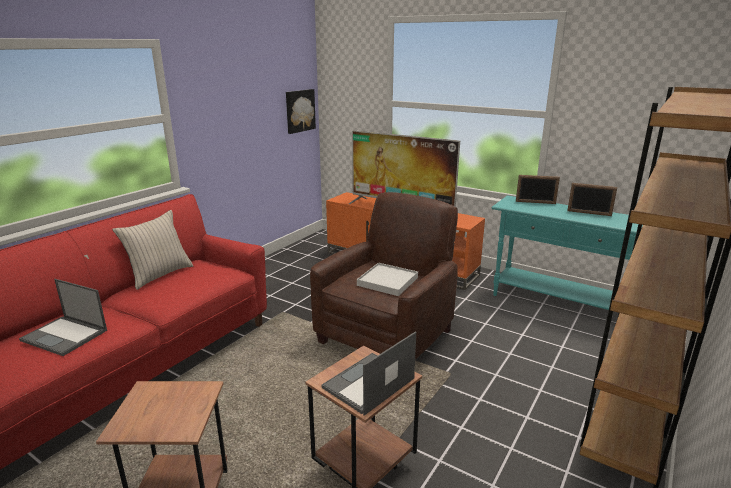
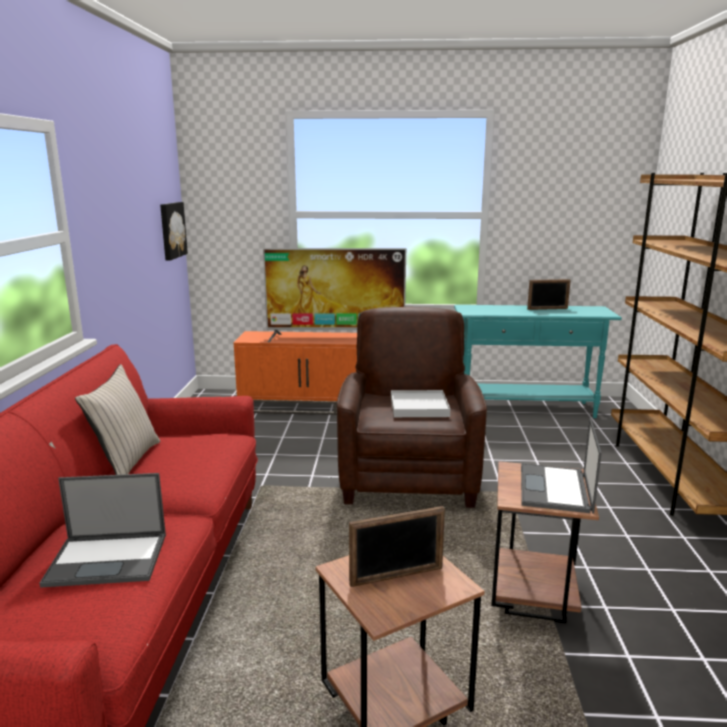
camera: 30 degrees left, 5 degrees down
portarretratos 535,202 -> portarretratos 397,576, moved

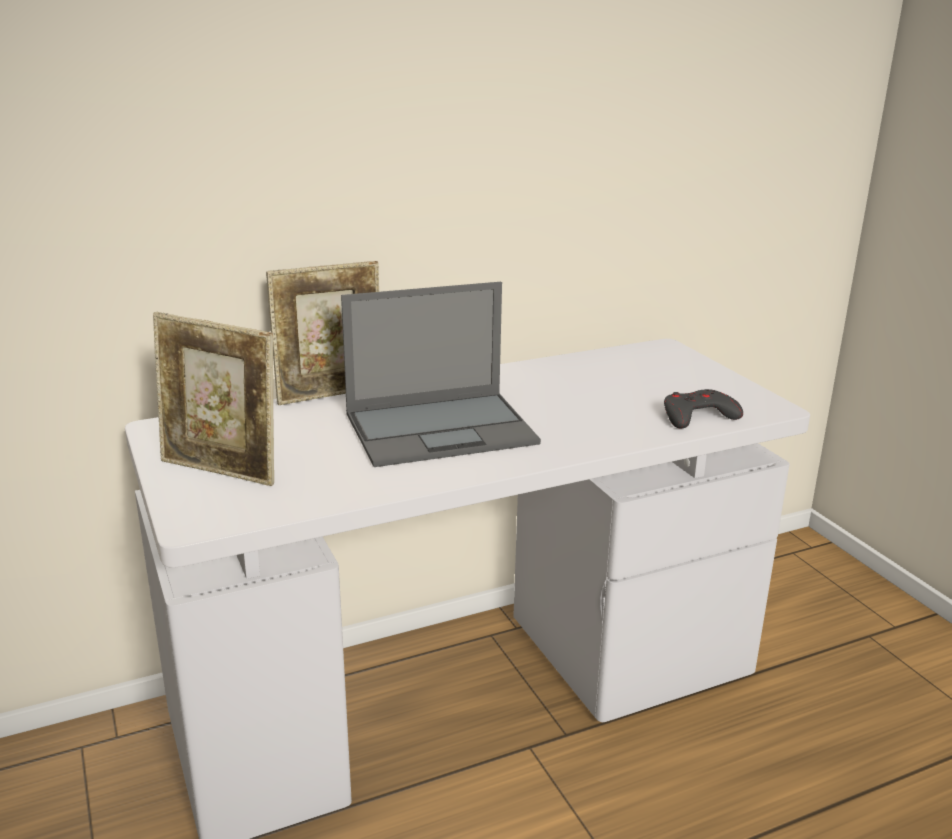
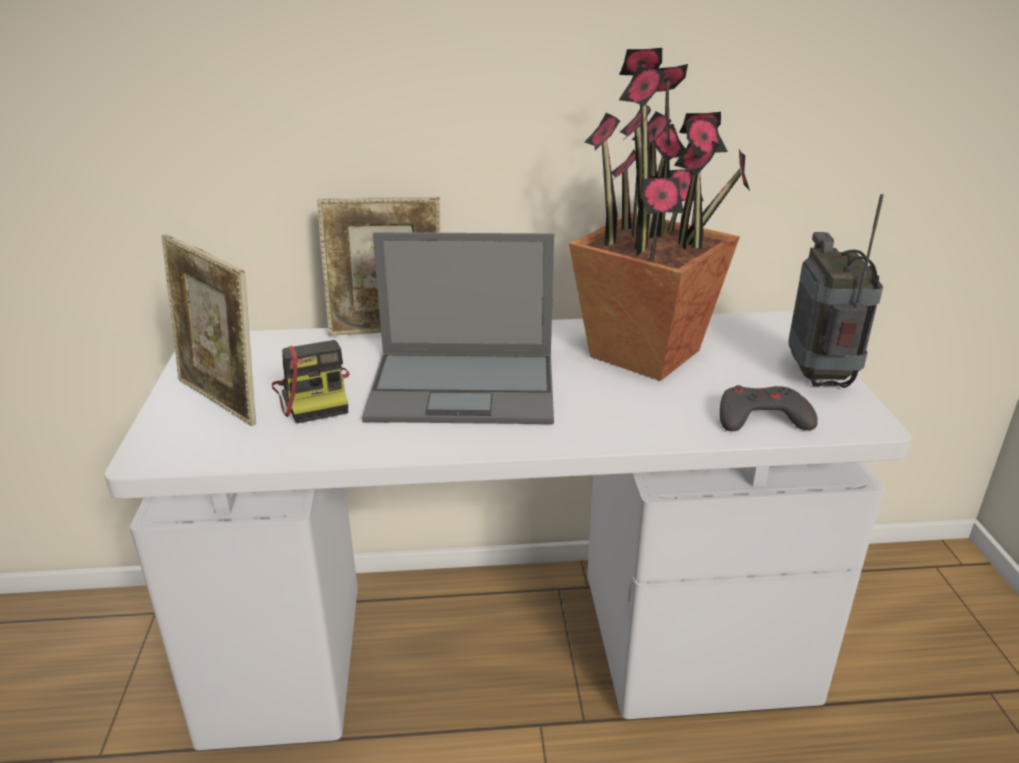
camera: 20 degrees right, 5 degrees up
none -> cámara 315,396
none -> planta en maceta 646,353
none -> radio 819,377

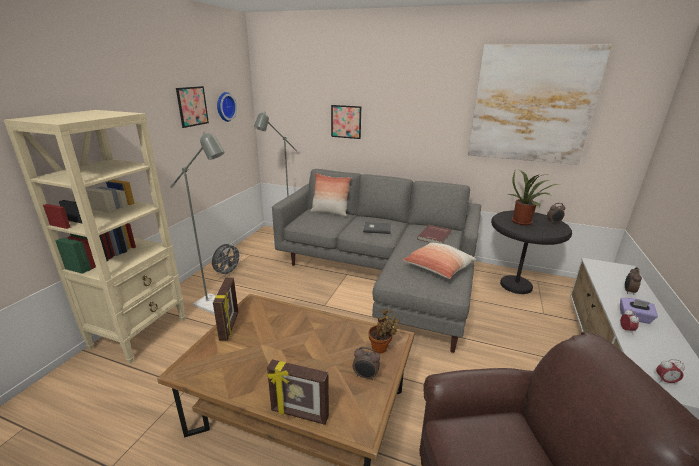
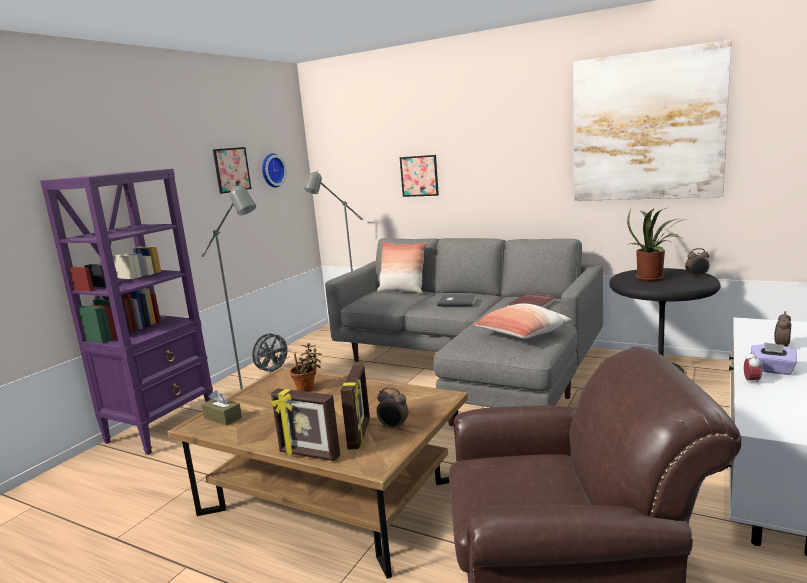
camera: 10 degrees right, 10 degrees down
estantería [beis] 140,332 -> estantería [morado] 162,428
portarretratos 230,326 -> portarretratos 360,434, moved
planta en maceta 381,348 -> planta en maceta 307,388, moved
despertador 665,381 -> none
none -> caja de pañuelos [marrón] 223,418

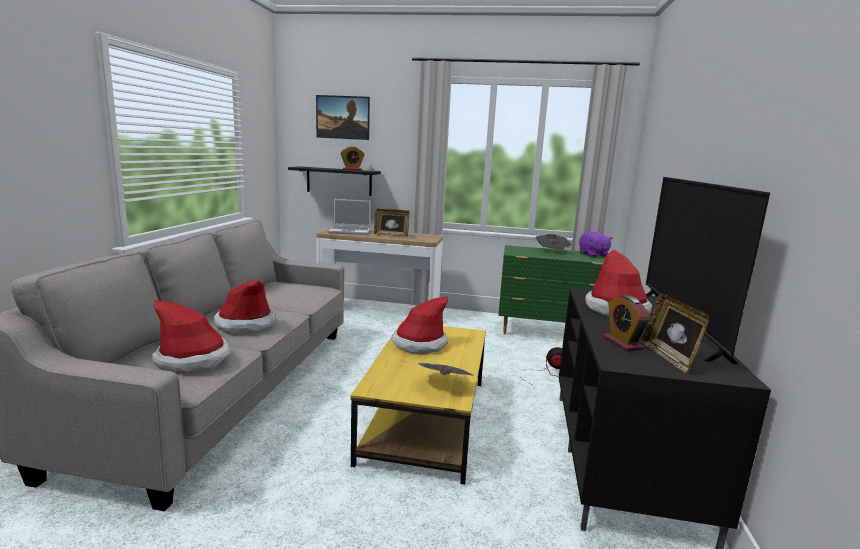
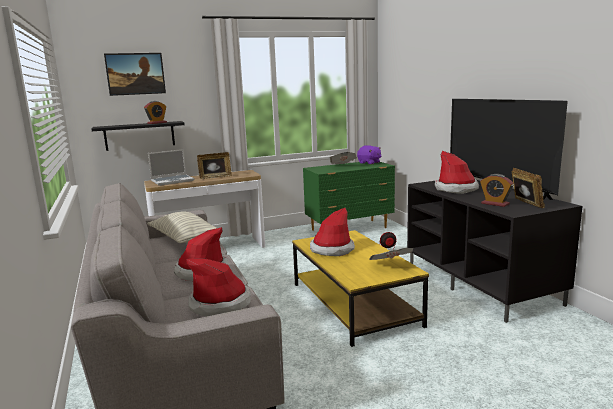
camera: 30 degrees left, 0 degrees up
portarretratos 669,357 -> portarretratos 525,204, 150 degrees counterclockwise
none -> cojín 184,239

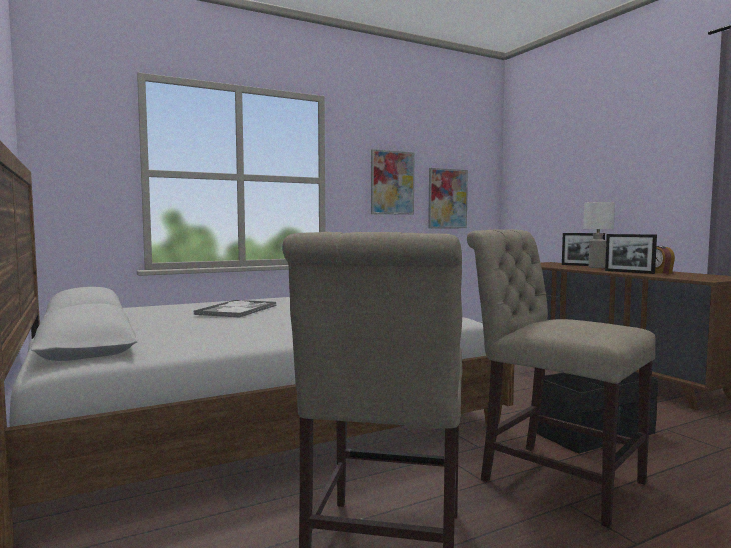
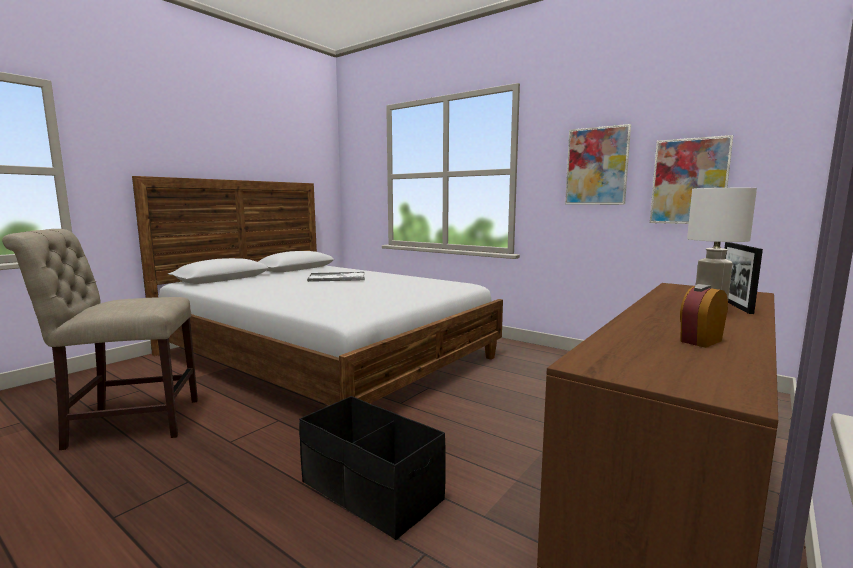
camera: 65 degrees right, 5 degrees up
silla [beis] 553,477 -> none
portarretratos 629,272 -> none

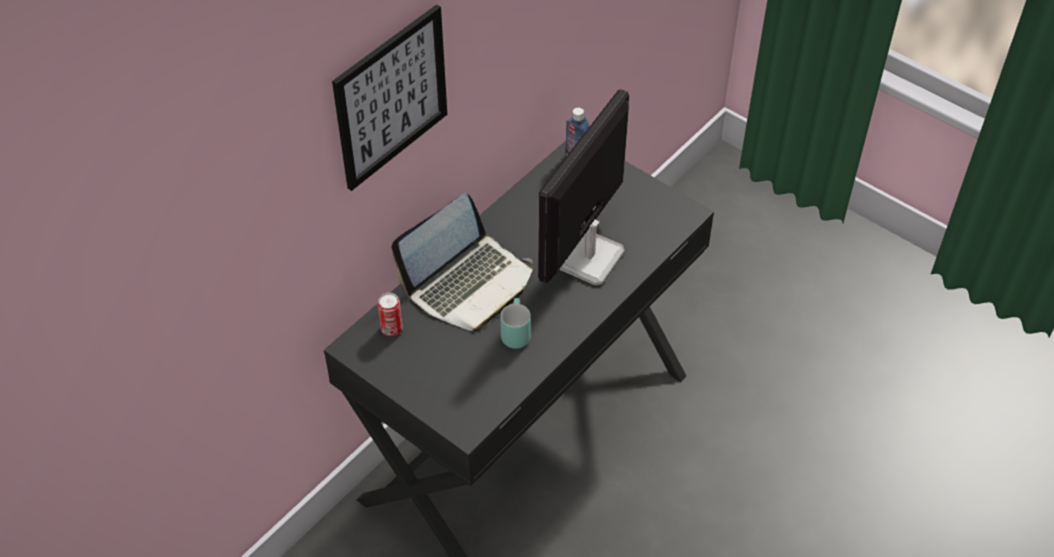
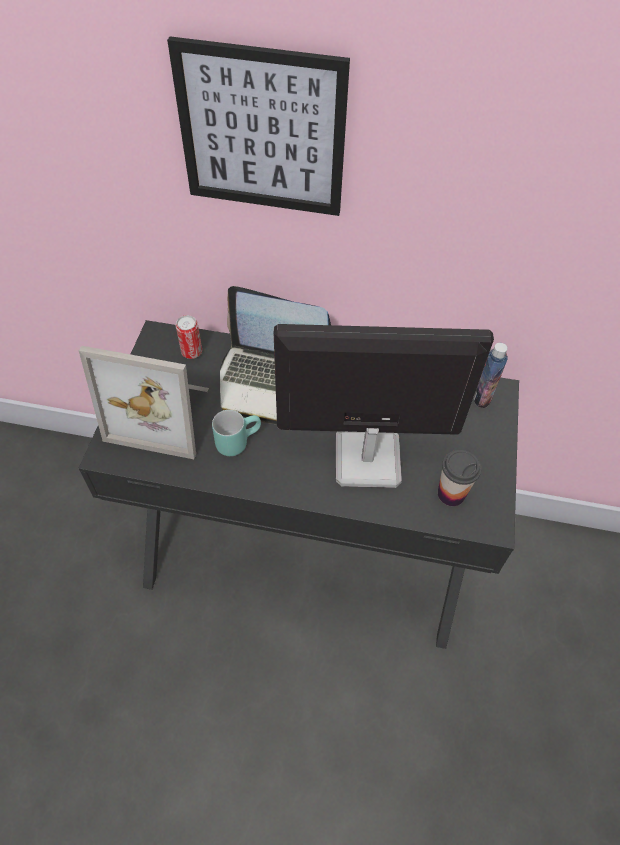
camera: 60 degrees right, 5 degrees up
none -> portarretratos 163,413
none -> taza 451,494

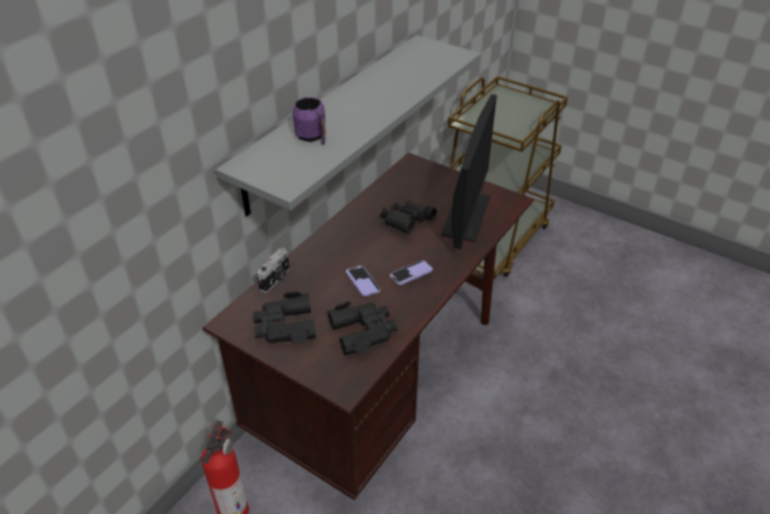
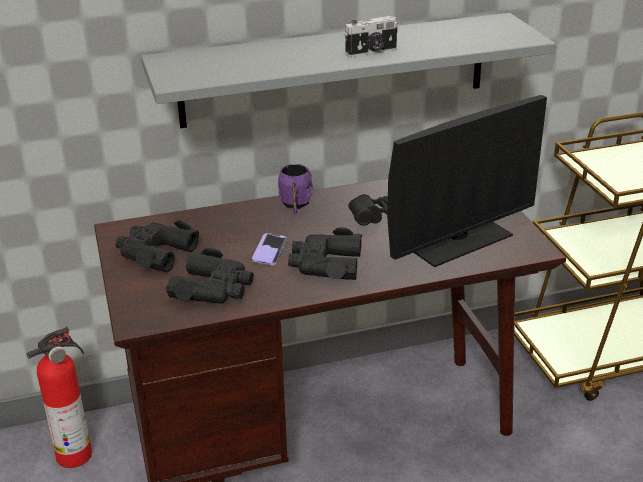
camera: 40 degrees right, 10 degrees down
cámara 276,279 -> cámara 372,52, moved
taza grande [morado] 313,137 -> taza grande [morado] 295,205, moved
móvil 411,273 -> prismáticos [negro] 325,264

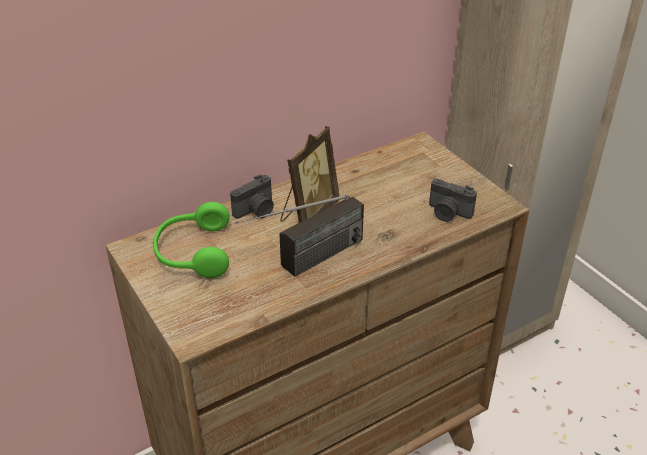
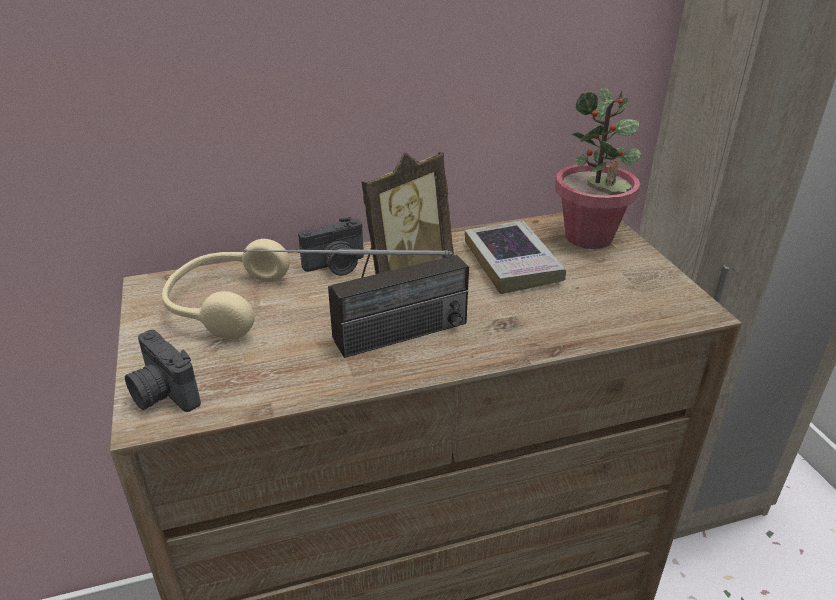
camera: 15 degrees right, 5 degrees down
auriculares [verde] 192,252 -> auriculares [beis] 224,303
cámara 448,213 -> cámara 162,395, moved
none -> libro 512,263
none -> planta en maceta 589,237

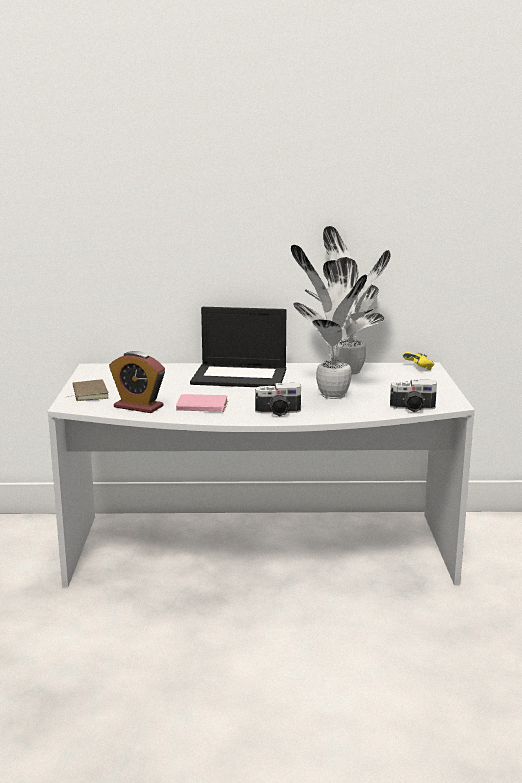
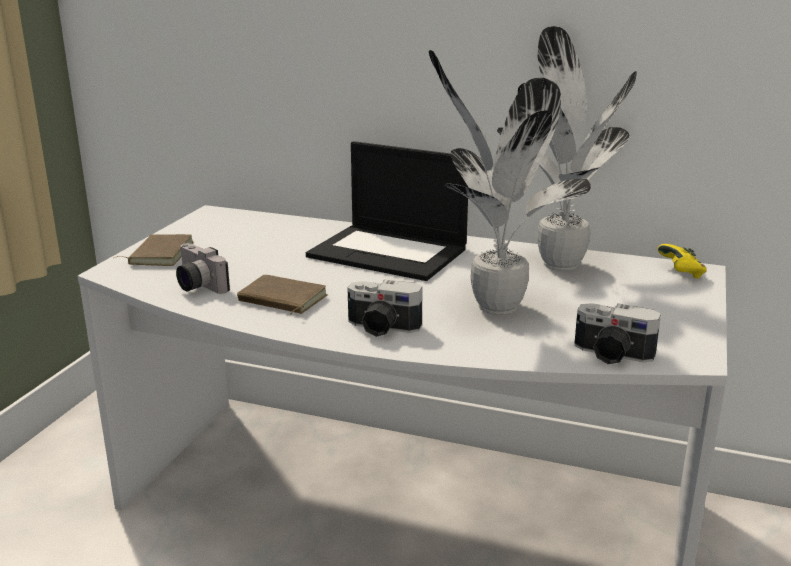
camera: 20 degrees right, 5 degrees up
despertador 138,407 -> cámara 196,286
libro [rosa] 202,407 -> libro [marrón] 281,300

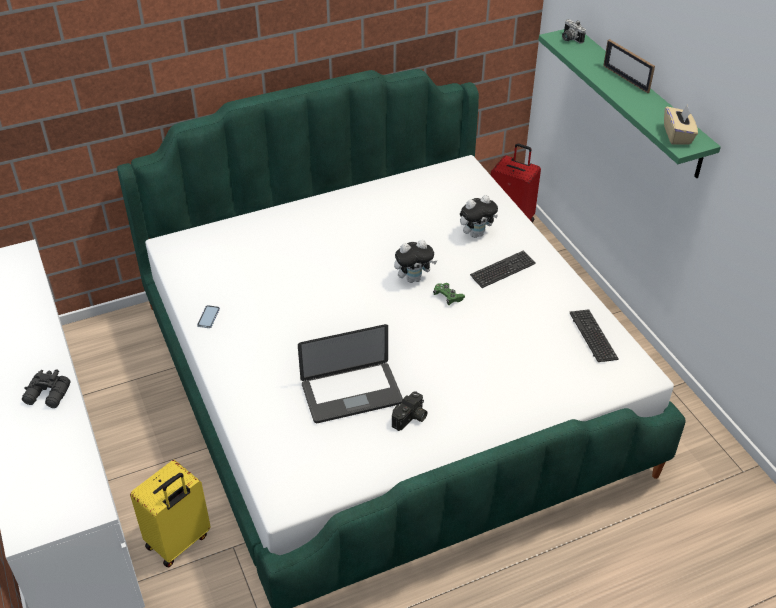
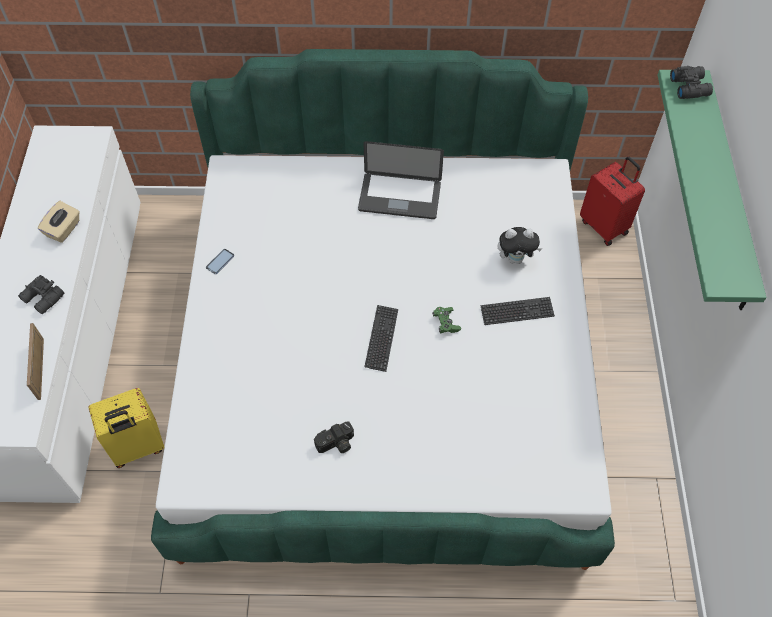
camera: 25 degrees right, 15 degrees up
portátil 351,394 -> portátil 399,197, moved
peluche 413,278 -> none
cámara 569,39 -> prismáticos [negro] 690,86
teclado 593,336 -> teclado 381,338, moved
portarretratos 626,79 -> portarretratos 41,369, moved
caja de pañuelos [beis] 677,136 -> caja de pañuelos [beis] 64,229, moved

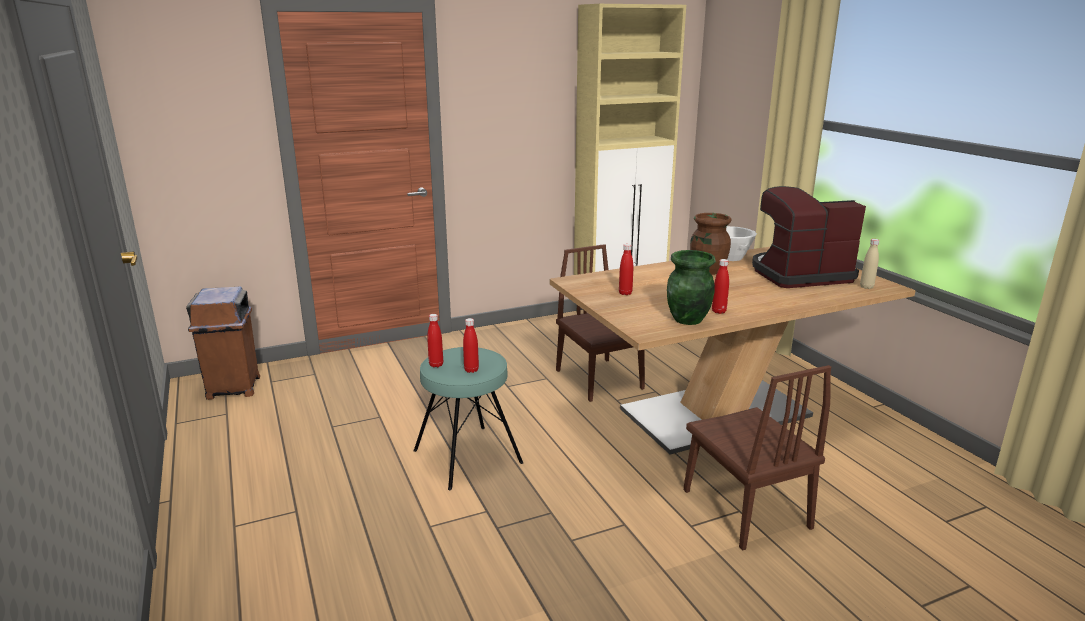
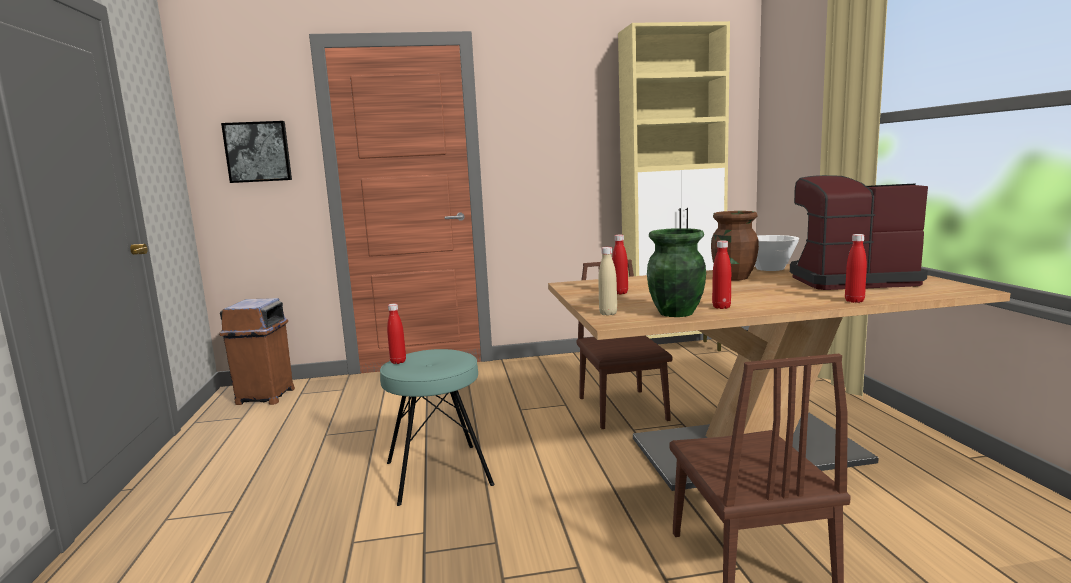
camera: 15 degrees right, 10 degrees down
botella [rojo] 471,370 -> botella [rojo] 854,301, moved
botella [beis] 866,287 -> botella [beis] 608,313, moved
none -> cuadro 258,152

